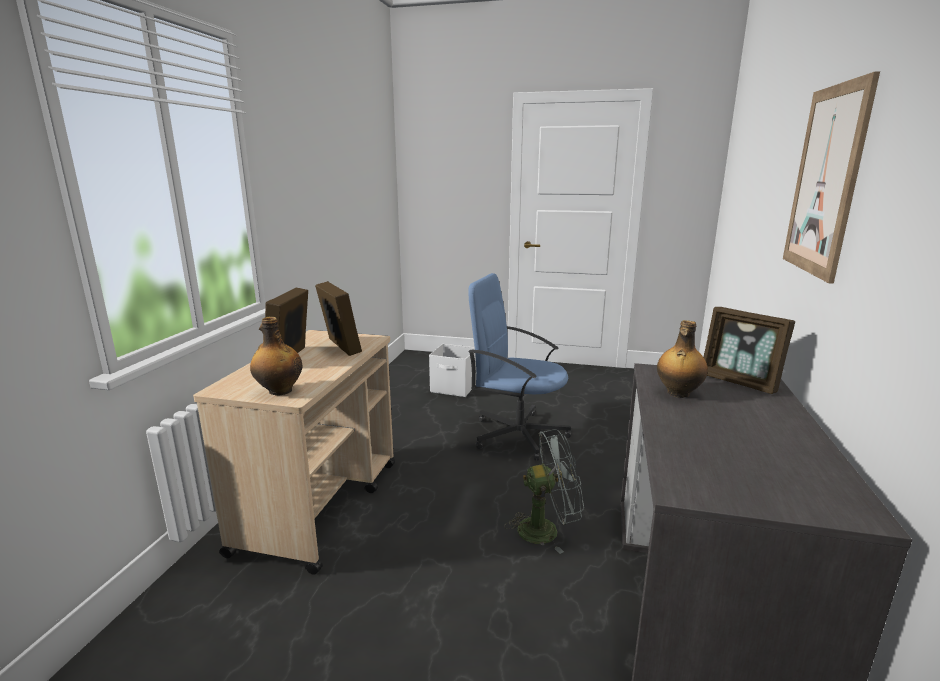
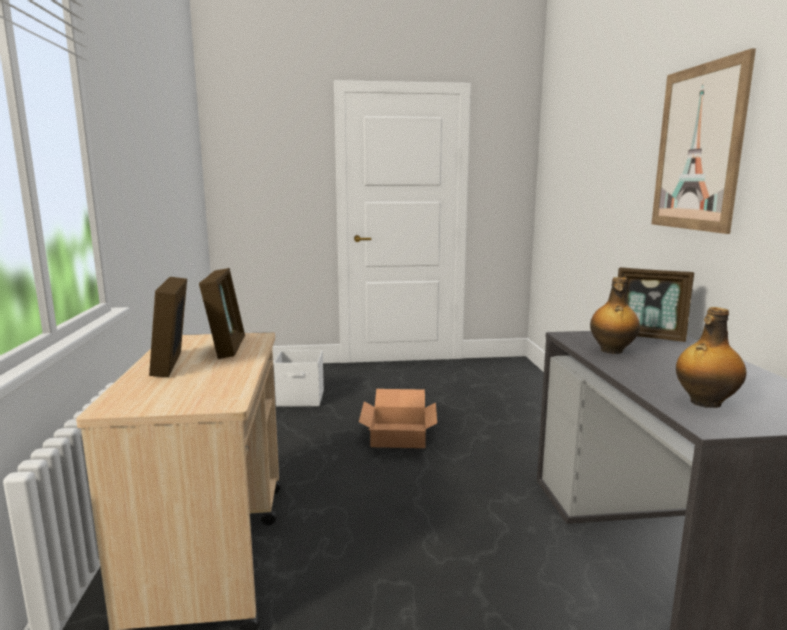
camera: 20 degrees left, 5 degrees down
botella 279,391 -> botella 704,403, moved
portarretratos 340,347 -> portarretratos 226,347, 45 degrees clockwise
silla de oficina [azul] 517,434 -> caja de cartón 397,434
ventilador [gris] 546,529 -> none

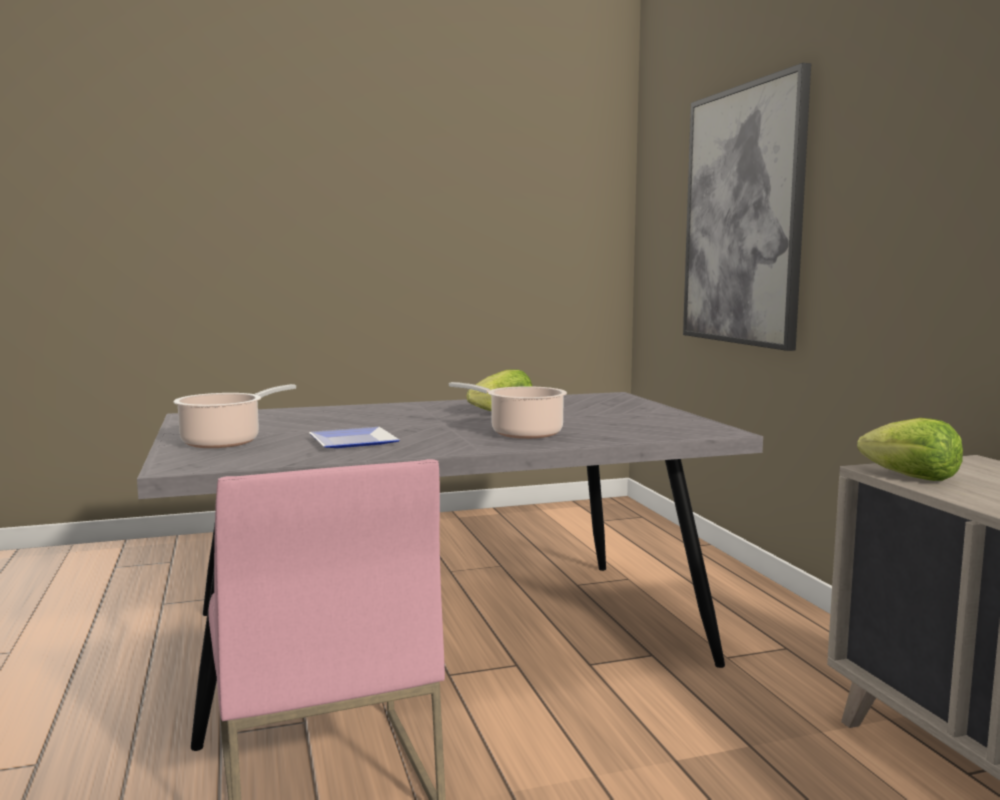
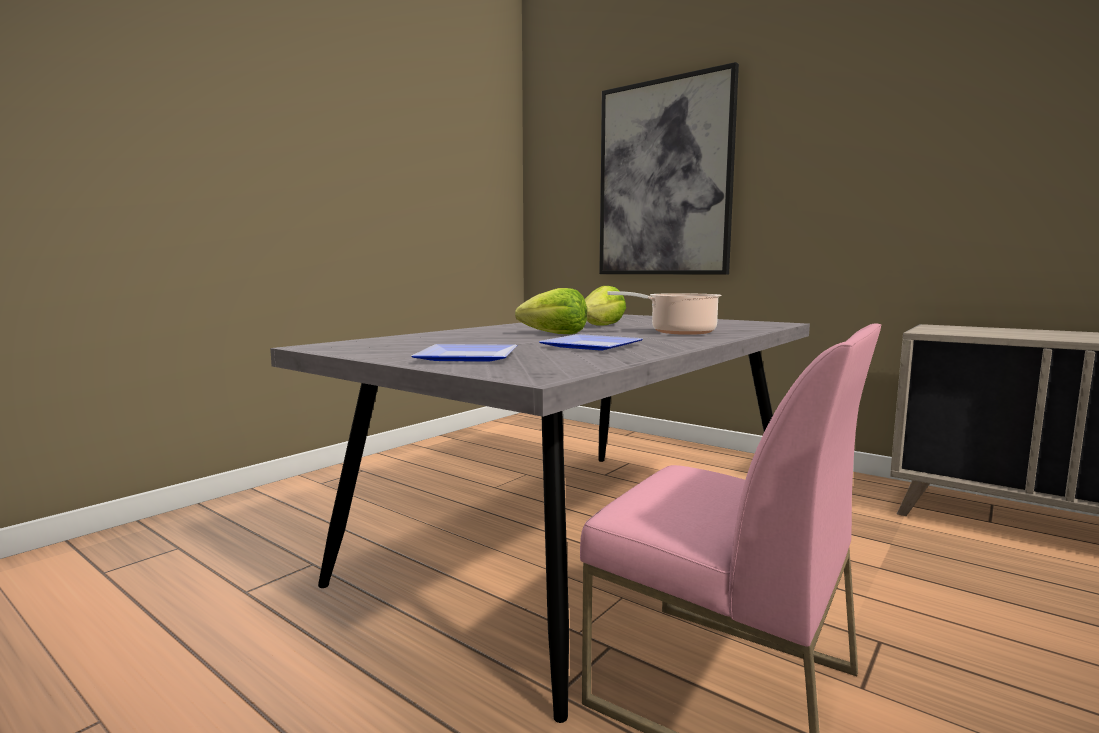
camera: 35 degrees left, 0 degrees up
olla 225,441 -> plato 471,357
lechuga 911,477 -> lechuga 555,334, moved

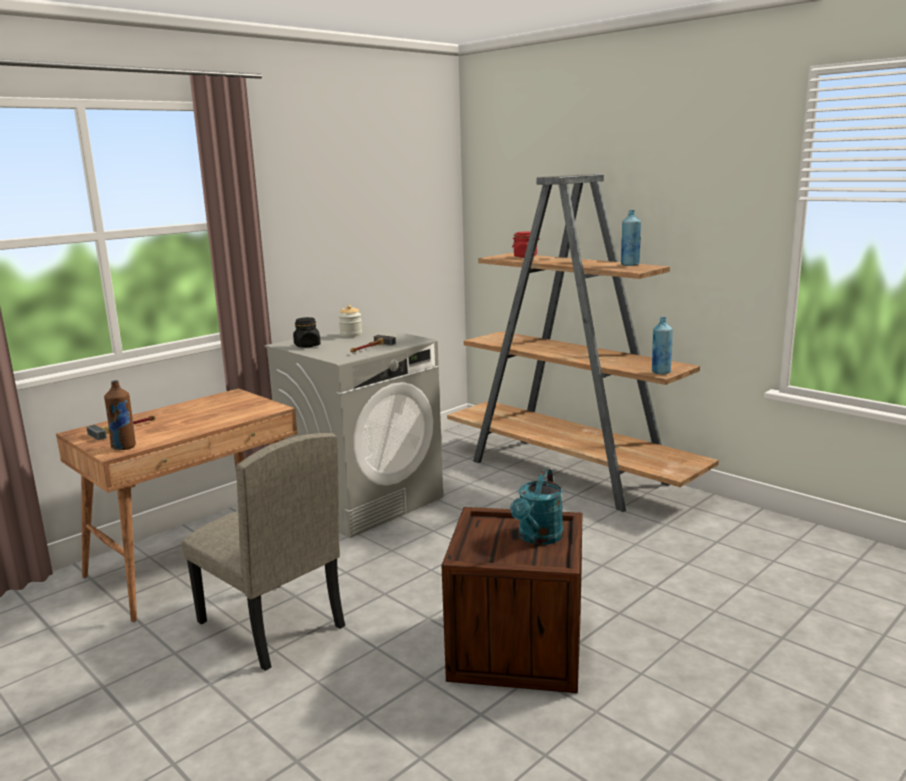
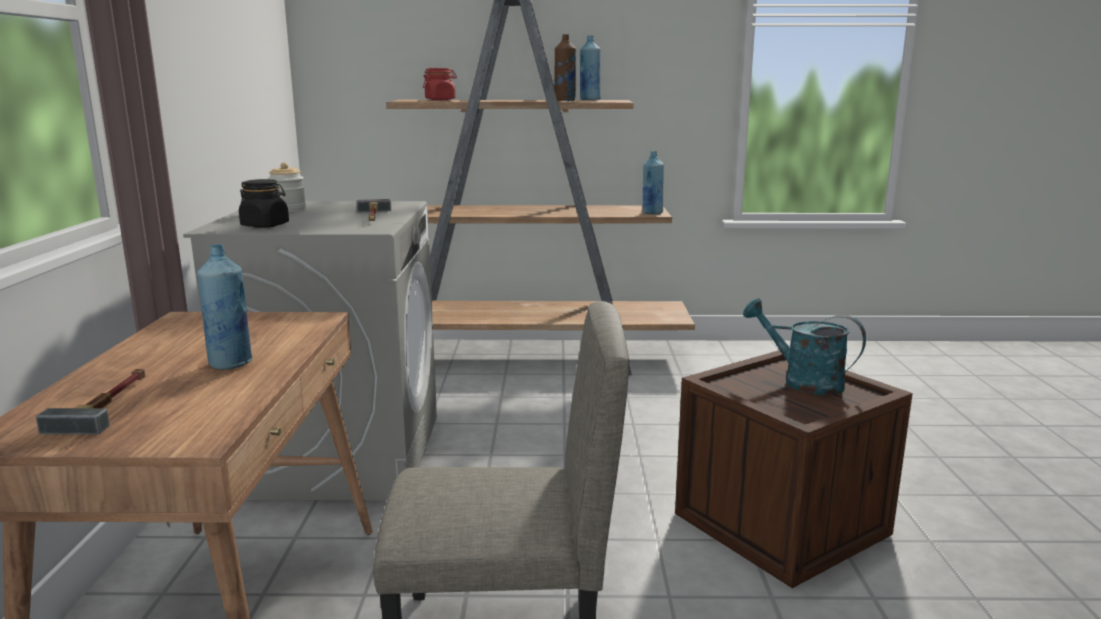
camera: 45 degrees left, 0 degrees up
botella [marrón] 124,447 -> botella [marrón] 565,101, moved
regadera [turquesa] 538,538 -> regadera [turquesa] 802,381, 150 degrees clockwise
none -> botella [azul] 231,364

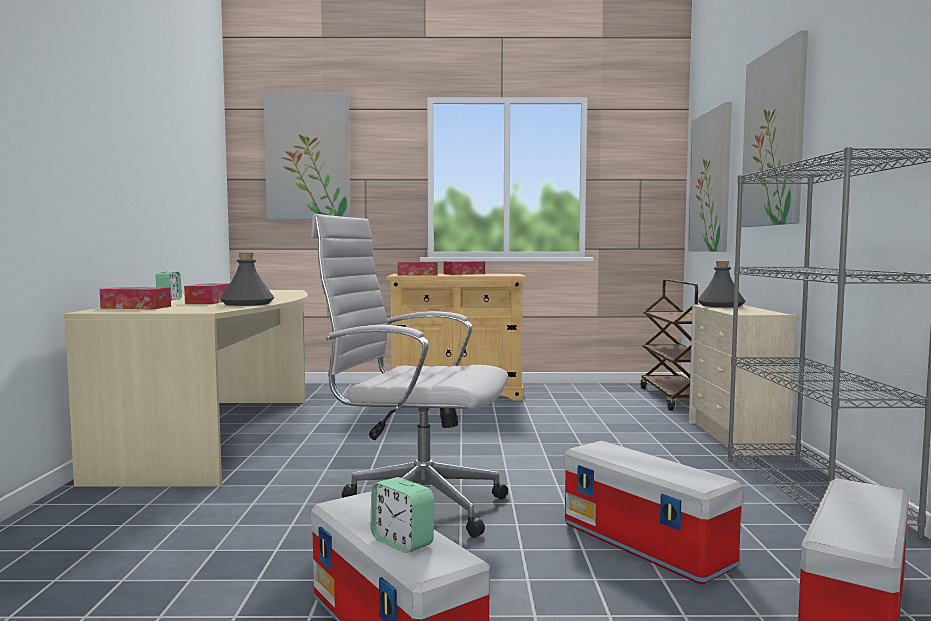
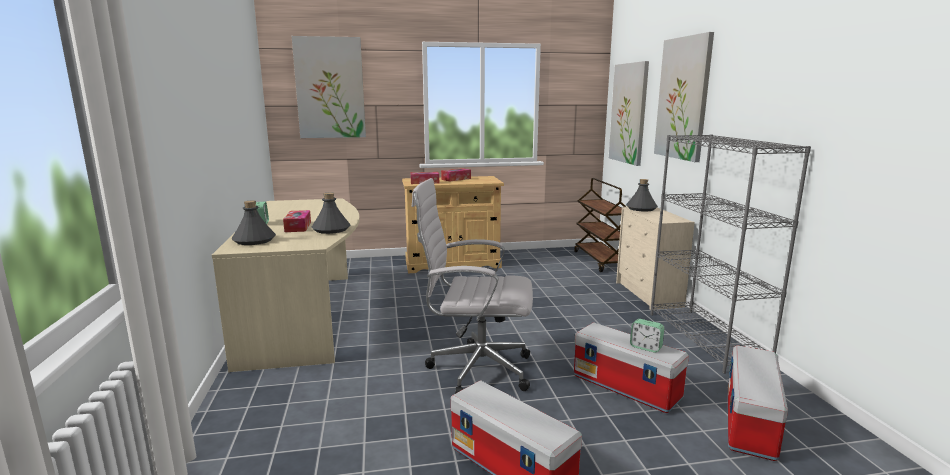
camera: 10 degrees left, 10 degrees up
caja de pañuelos 136,307 -> botella [gris] 254,240
despertador 402,542 -> despertador 645,347, moved

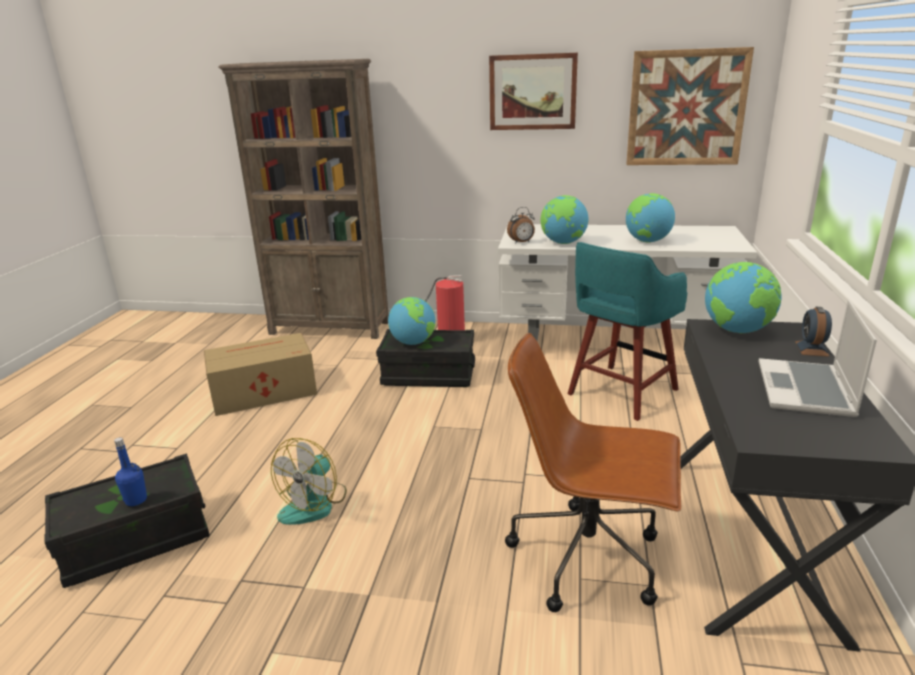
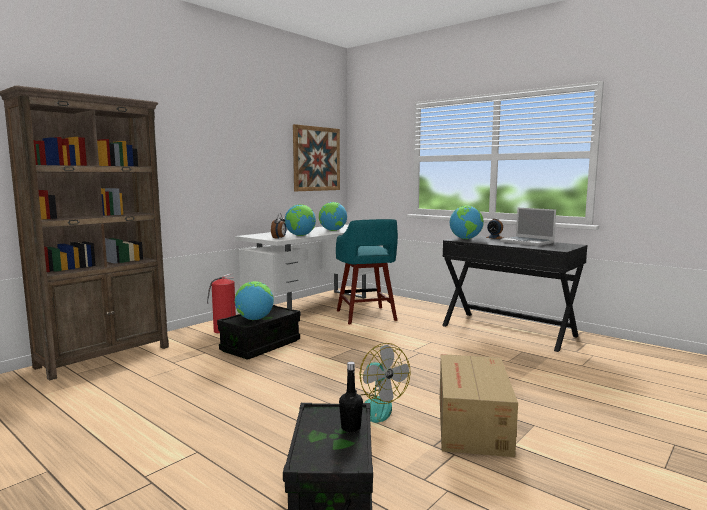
camera: 60 degrees left, 15 degrees down
botella [azul] 136,500 -> botella [negro] 351,428
caja de cartón 262,392 -> caja de cartón 472,425, moved
cuadro 532,92 -> none
silla de oficina [marrón] 589,558 -> none

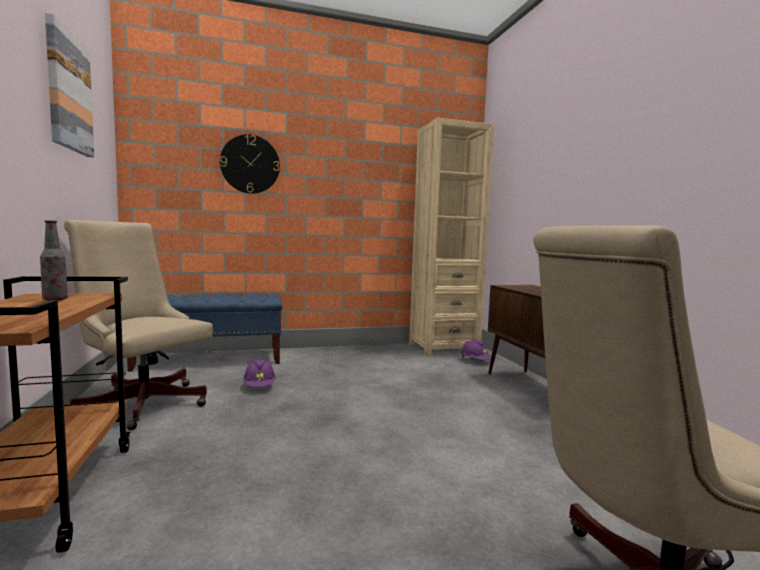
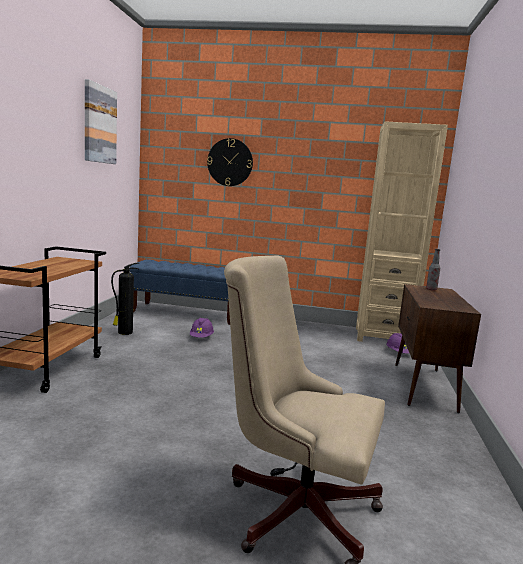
camera: 25 degrees right, 5 degrees up
botella 55,299 -> botella 431,289, moved
silla de oficina [beis] 141,402 -> extintor 124,332

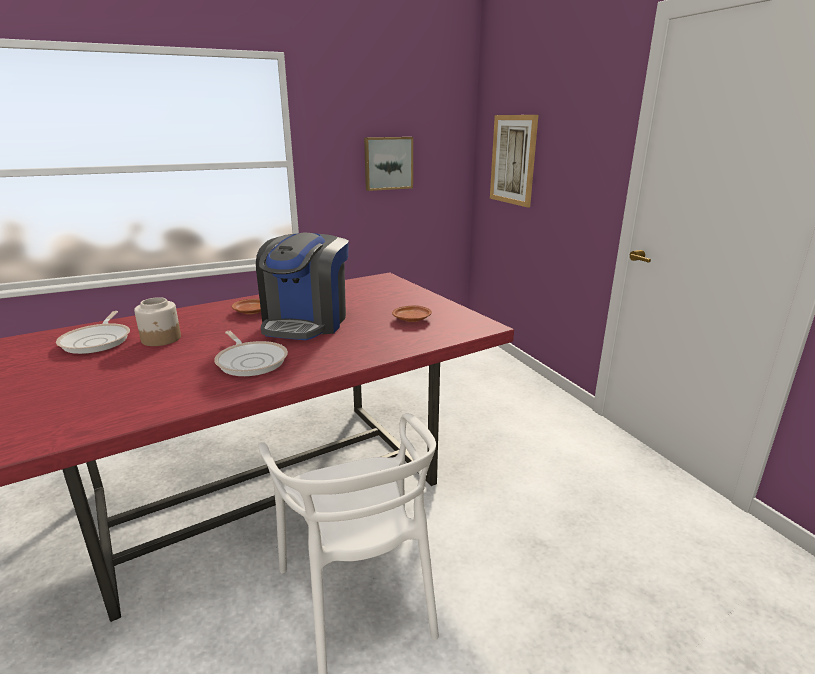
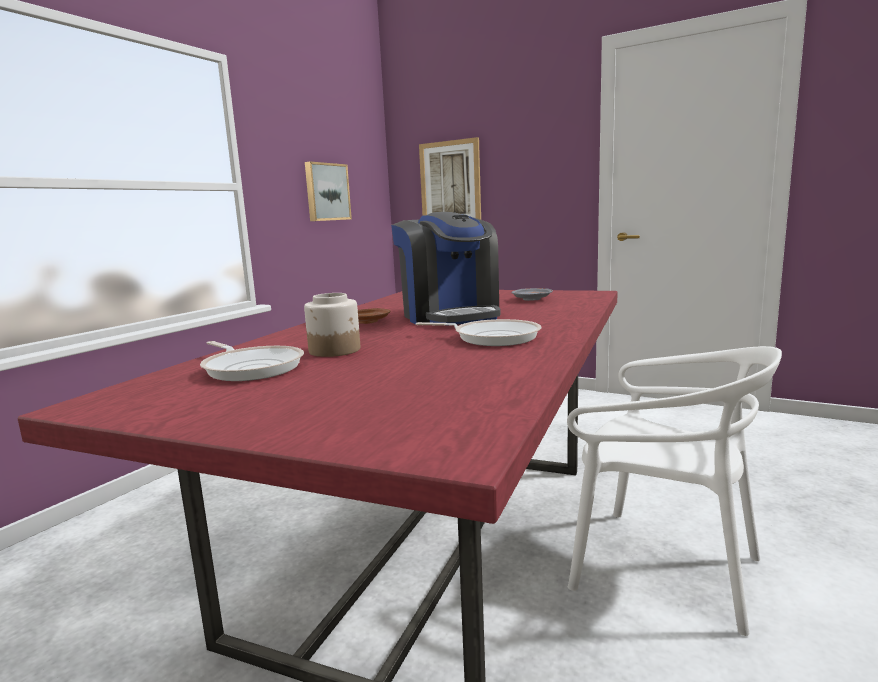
camera: 35 degrees left, 10 degrees down
plato [marrón] 412,319 -> plato [gris] 532,299

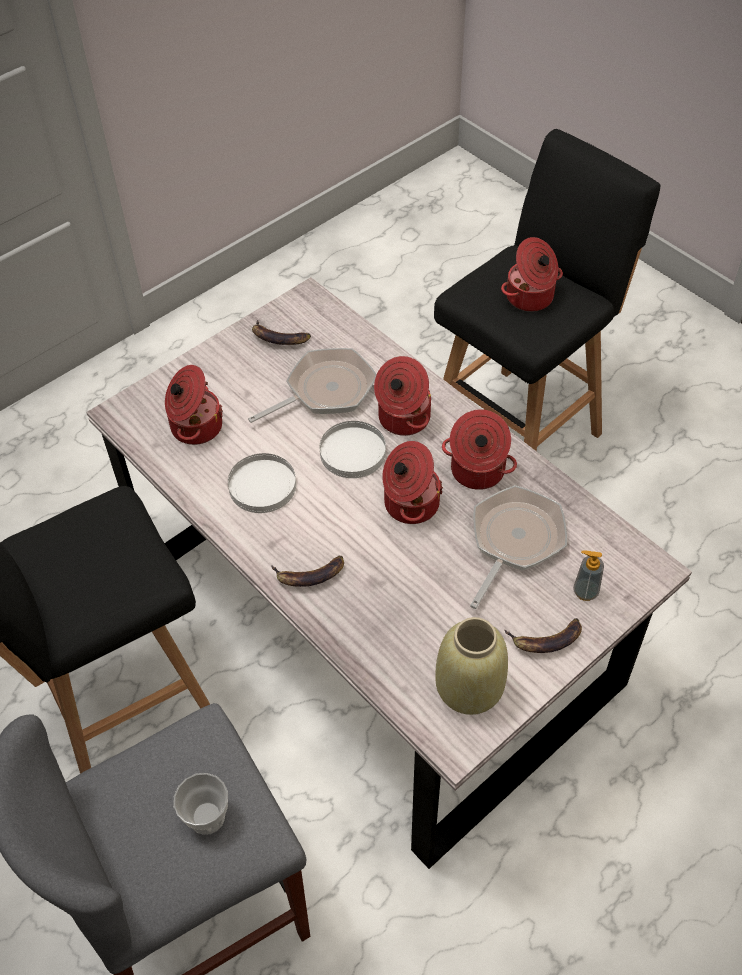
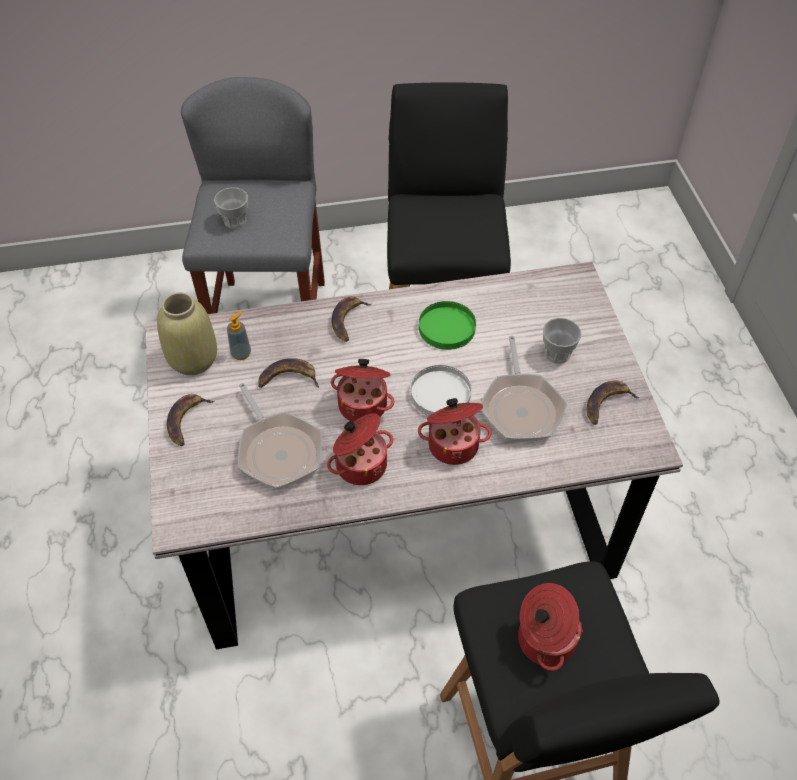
camera: 120 degrees right, 0 degrees up
olla 195,426 -> none
plato [blanco] 262,485 -> plato [verde] 447,328
dispensador de jabón 585,591 -> dispensador de jabón 241,353, moved
none -> plátano 288,378
none -> taza 557,354

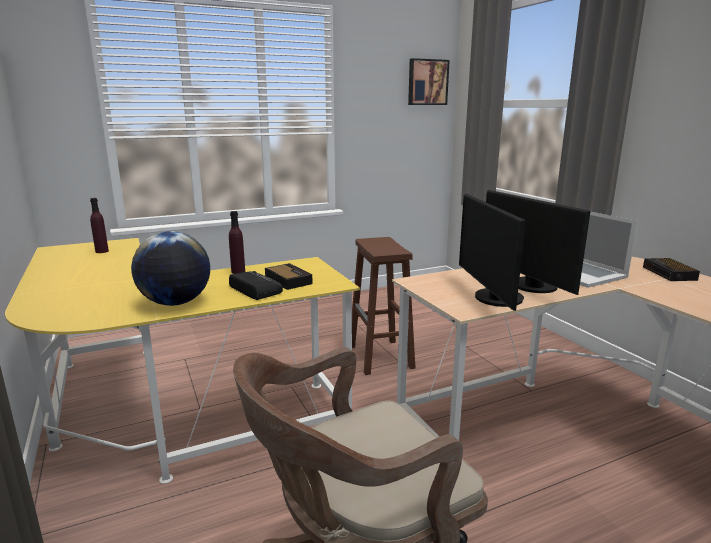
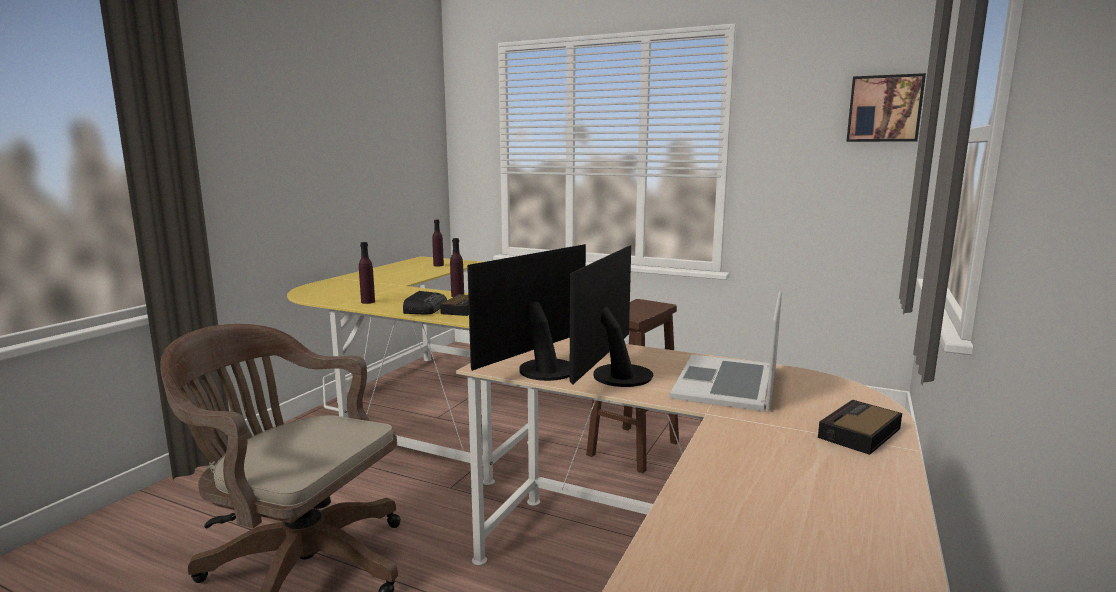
camera: 50 degrees right, 5 degrees down
globo terráqueo 175,303 -> botella [morado] 368,302

